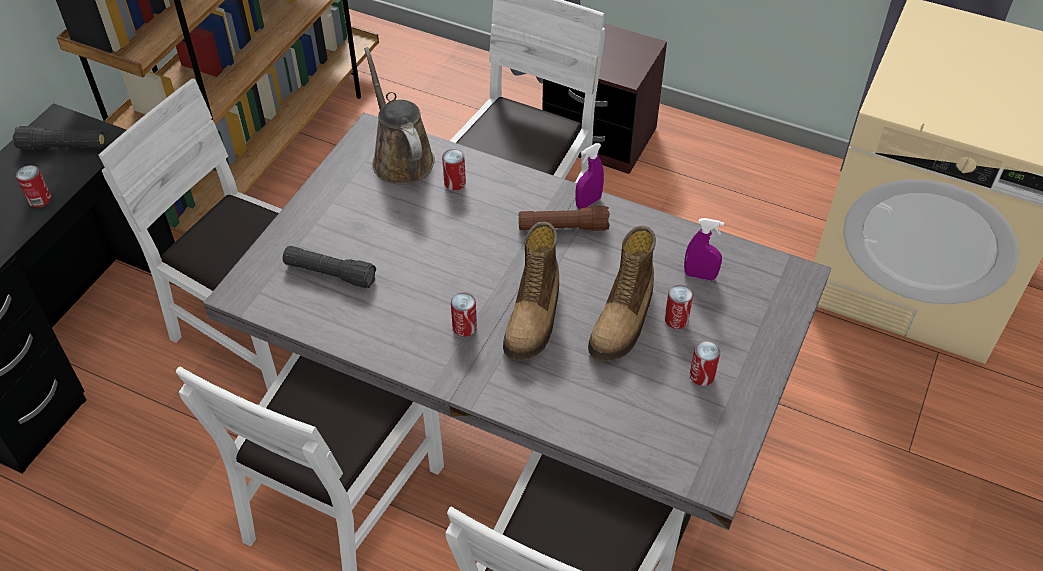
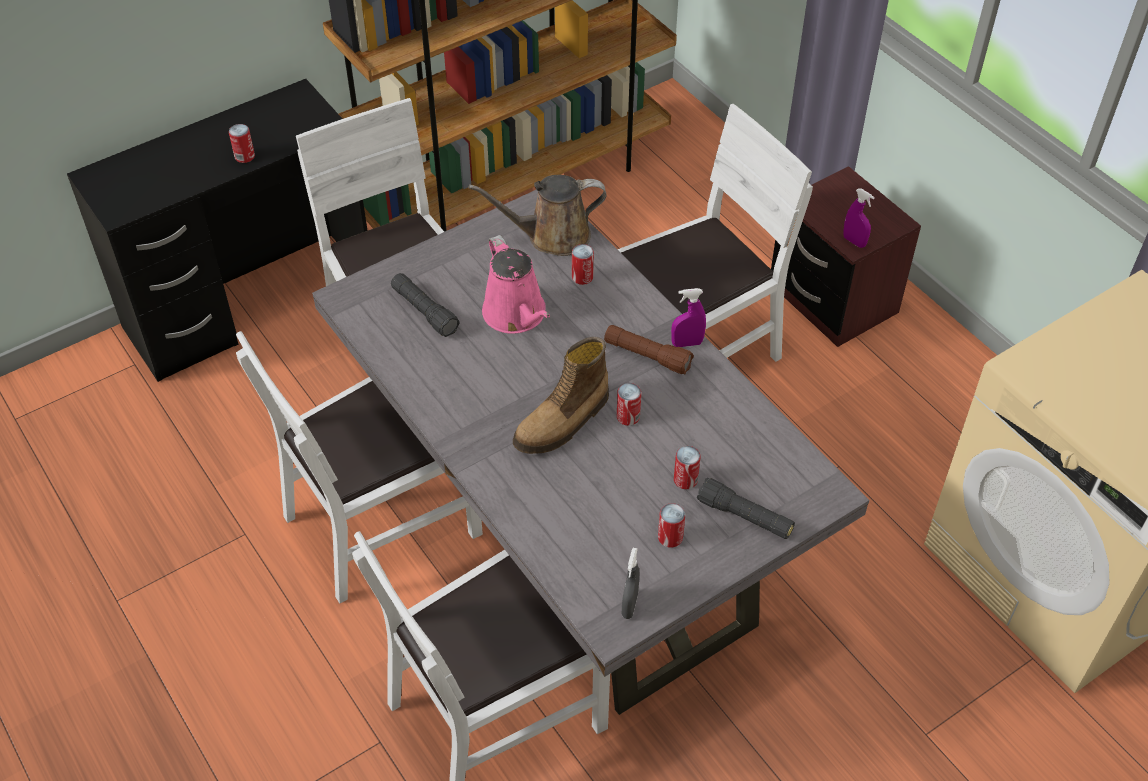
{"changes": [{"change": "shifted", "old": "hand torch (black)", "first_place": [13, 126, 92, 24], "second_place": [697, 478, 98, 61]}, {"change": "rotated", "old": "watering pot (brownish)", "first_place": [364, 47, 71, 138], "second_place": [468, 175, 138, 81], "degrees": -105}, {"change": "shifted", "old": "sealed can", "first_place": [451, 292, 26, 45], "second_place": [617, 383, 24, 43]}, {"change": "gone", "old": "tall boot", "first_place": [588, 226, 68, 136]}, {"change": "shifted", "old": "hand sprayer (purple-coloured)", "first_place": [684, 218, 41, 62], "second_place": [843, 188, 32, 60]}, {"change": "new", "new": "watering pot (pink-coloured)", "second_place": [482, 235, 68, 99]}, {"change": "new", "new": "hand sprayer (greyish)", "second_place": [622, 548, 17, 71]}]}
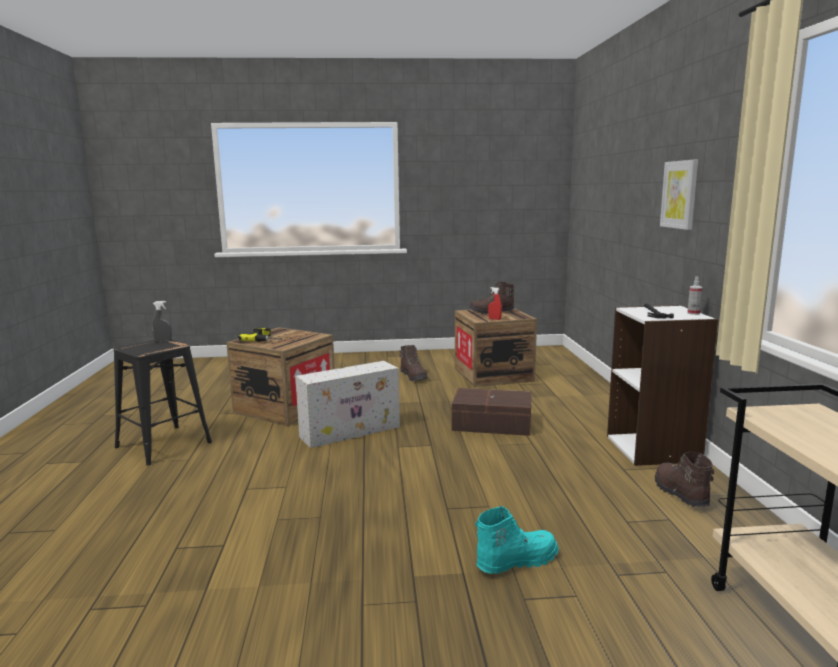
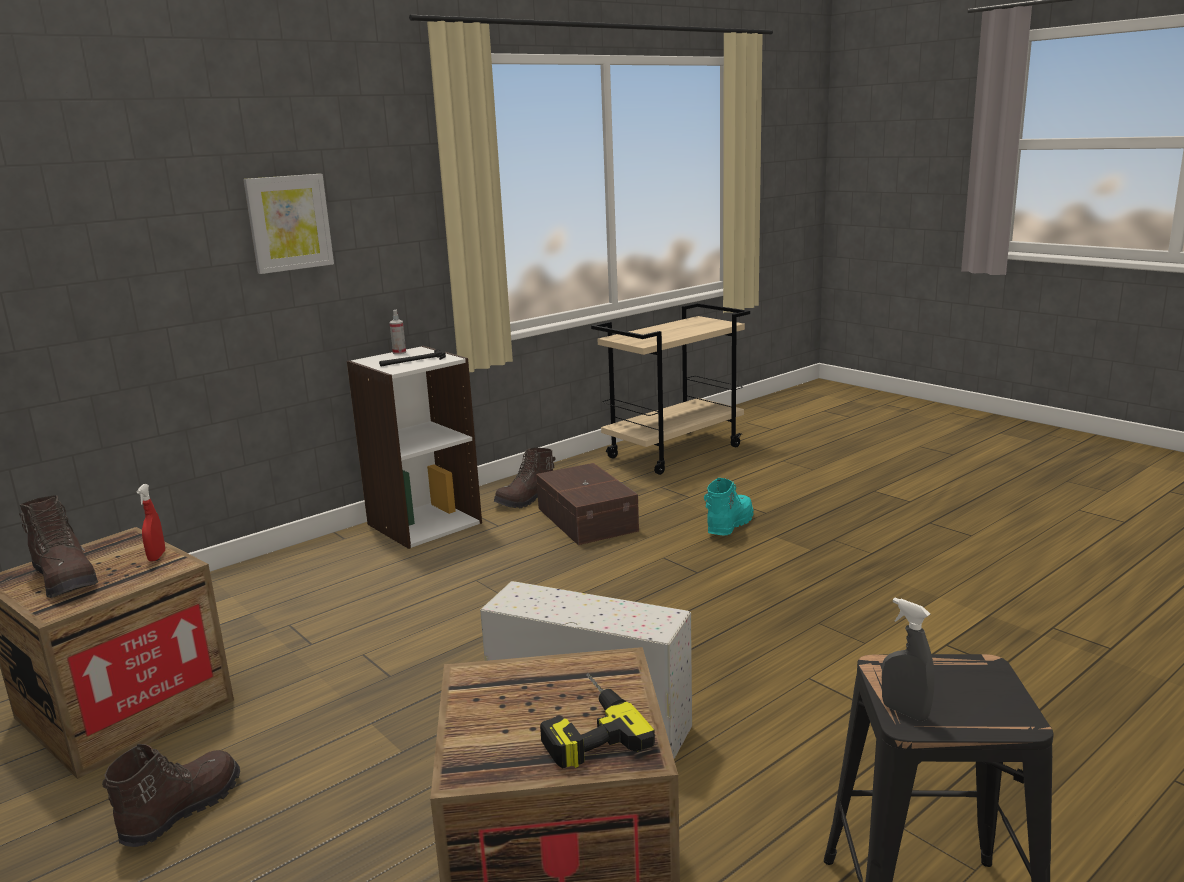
{"changes": [{"change": "shifted", "old": "storage bin (brownish)", "first_place": [452, 388, 80, 48], "second_place": [536, 463, 103, 82]}, {"change": "rotated", "old": "tall boot (blue-green)", "first_place": [475, 506, 84, 68], "second_place": [704, 478, 50, 57], "degrees": 90}]}
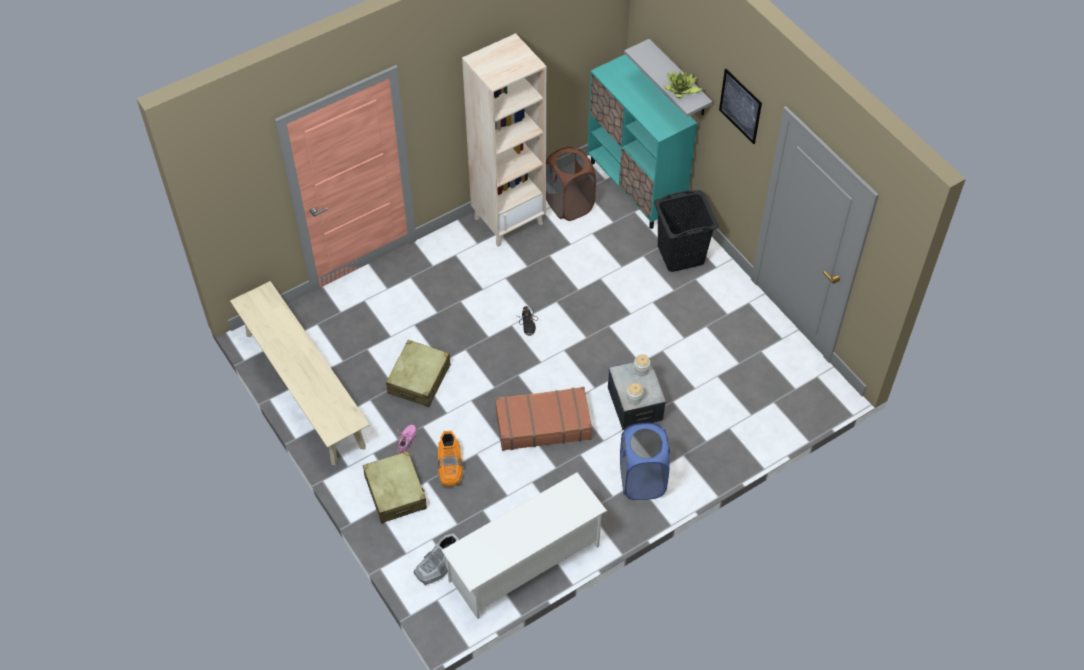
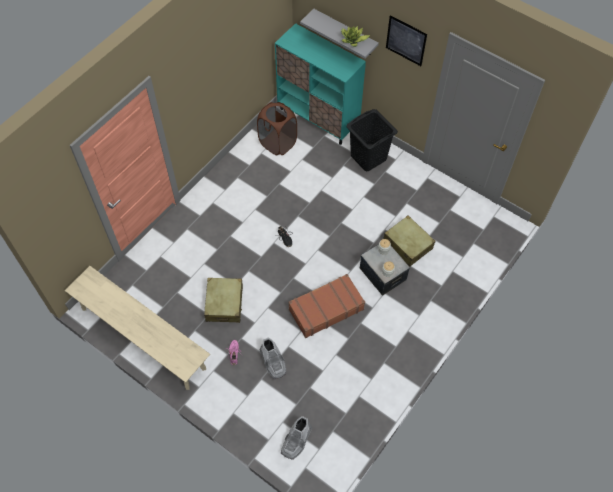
{"changes": [{"change": "shifted", "old": "travel case (beige)", "first_place": [363, 451, 64, 72], "second_place": [383, 215, 52, 52]}, {"change": "repainted", "old": "tall boot (orange)", "new": "tall boot (greyish)", "first_place": [437, 431, 27, 55], "second_place": [259, 337, 27, 42]}, {"change": "gone", "old": "shoe shelf (whitish)", "first_place": [441, 472, 166, 147]}, {"change": "gone", "old": "bookshelf (beige)", "first_place": [462, 33, 84, 214]}, {"change": "gone", "old": "hamper (blue)", "first_place": [620, 423, 50, 77]}]}
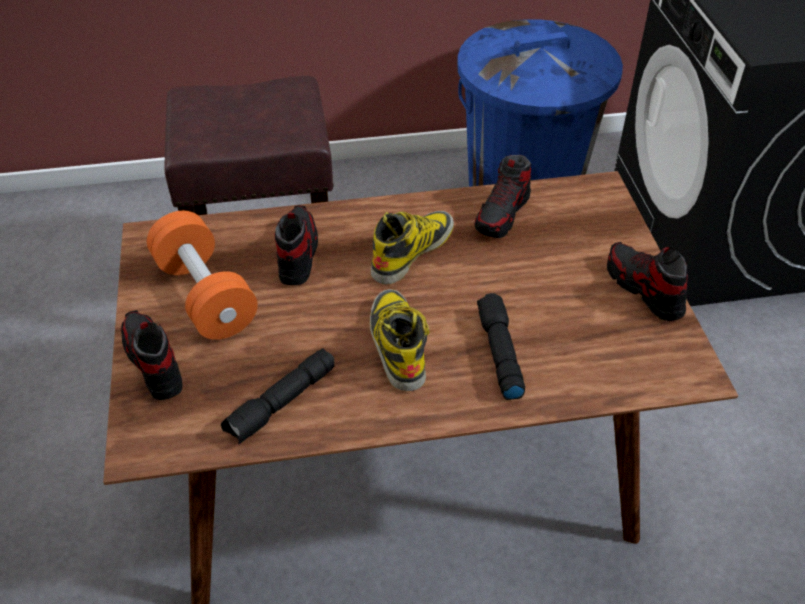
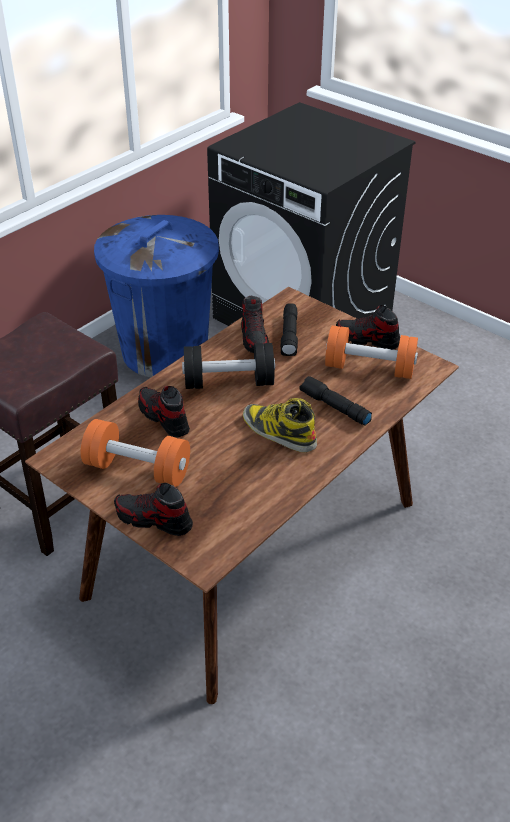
{"changes": [{"change": "shifted", "old": "hand torch (black)", "first_place": [221, 348, 114, 96], "second_place": [281, 303, 17, 53]}, {"change": "swapped", "old": "tall boot", "new": "dumbbell (black)", "first_place": [371, 211, 83, 73], "second_place": [182, 343, 93, 46]}, {"change": "new", "new": "dumbbell (orange)", "second_place": [325, 325, 93, 54]}]}
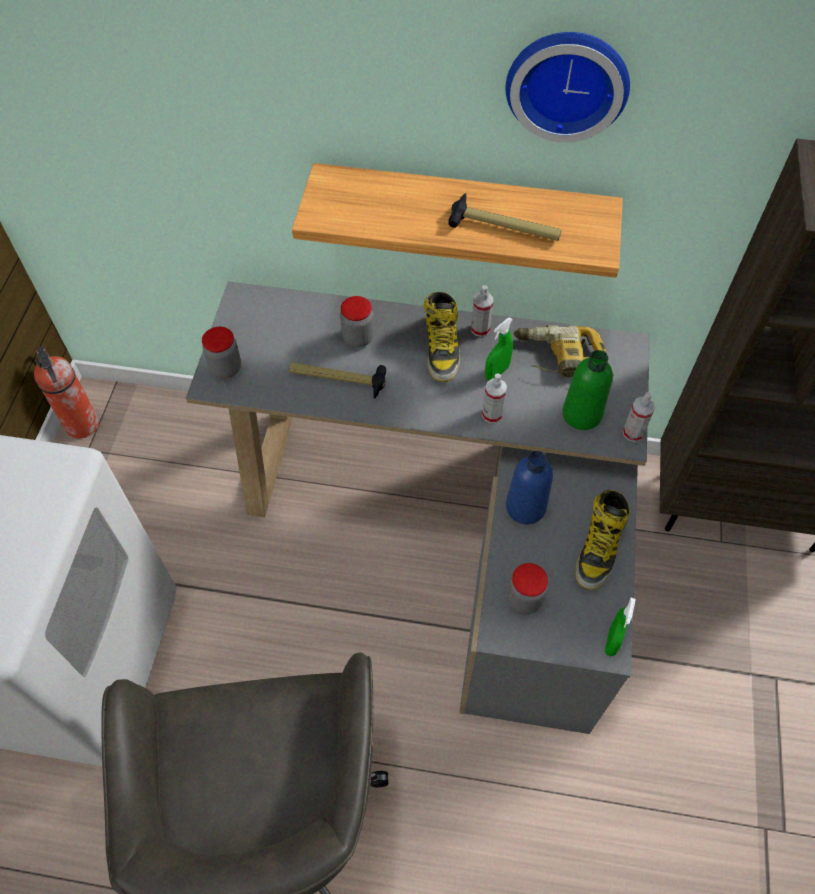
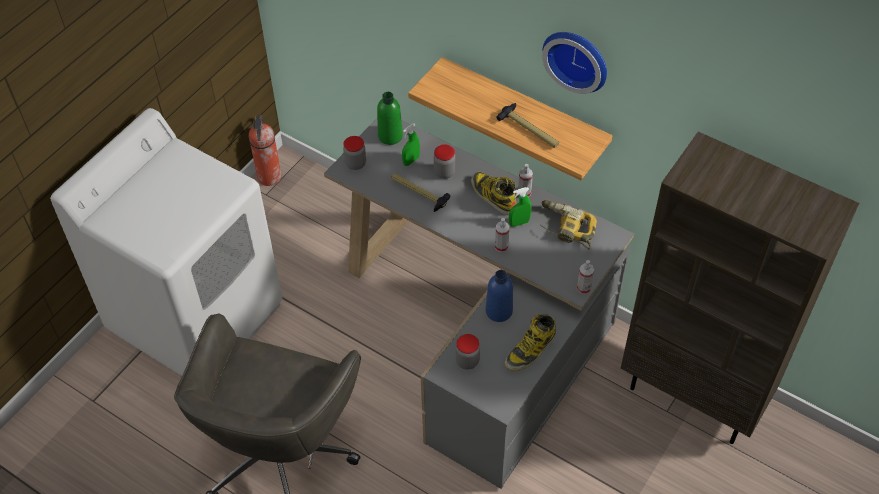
{"changes": [{"change": "rotated", "old": "tall boot", "first_place": [424, 292, 36, 90], "second_place": [471, 172, 46, 43], "degrees": 120}, {"change": "shifted", "old": "drink bottle (green-coloured)", "first_place": [562, 350, 51, 80], "second_place": [377, 92, 26, 53]}, {"change": "shifted", "old": "hand sprayer (green-coloured)", "first_place": [605, 598, 30, 58], "second_place": [402, 123, 18, 43]}]}
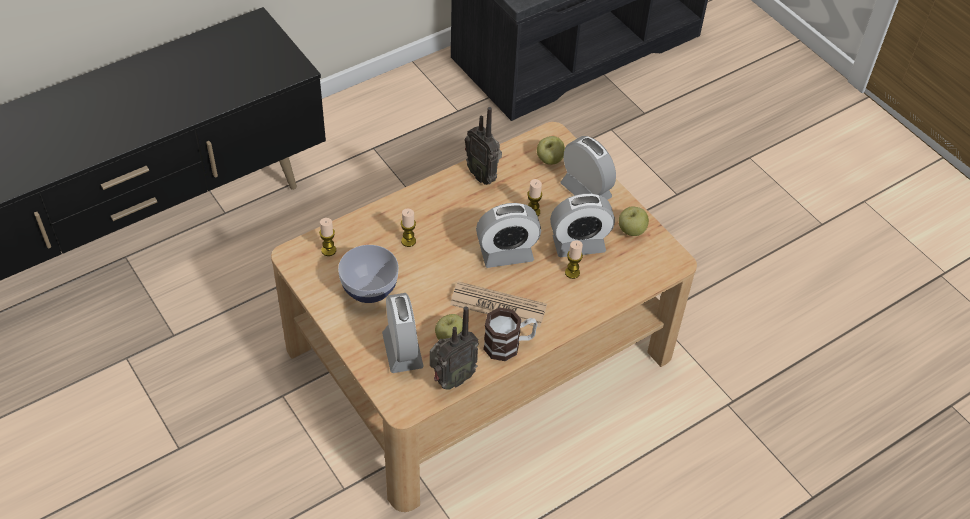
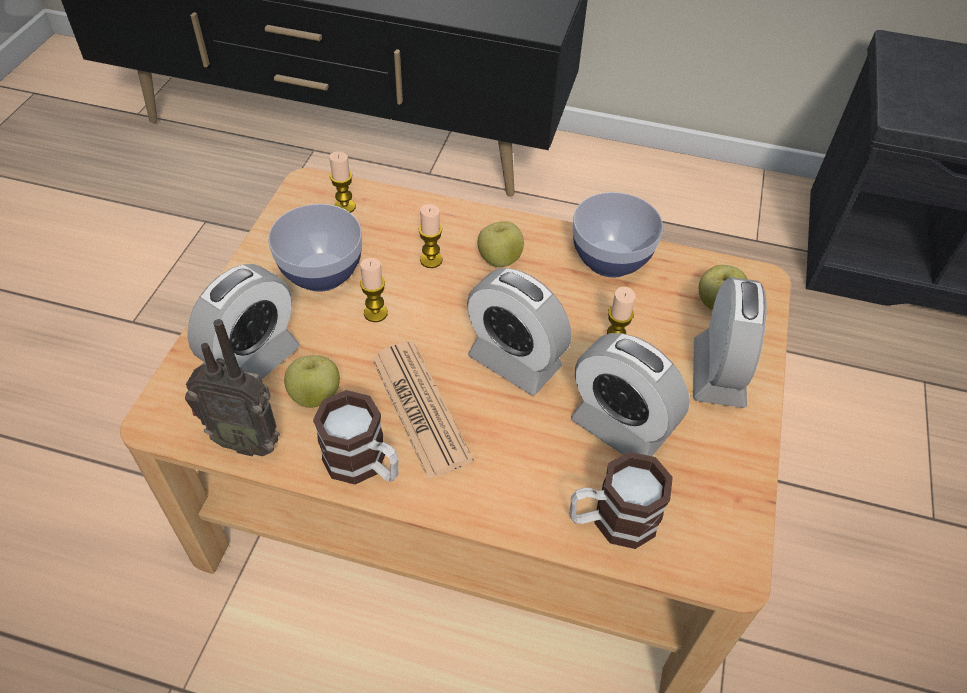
{"changes": [{"change": "swapped", "old": "radio", "new": "deep dish", "first_place": [465, 107, 37, 78], "second_place": [572, 192, 91, 86]}, {"change": "shifted", "old": "candle", "first_place": [565, 240, 18, 39], "second_place": [360, 258, 28, 64]}, {"change": "shifted", "old": "apple fruit", "first_place": [619, 207, 30, 29], "second_place": [478, 221, 46, 46]}, {"change": "new", "new": "mug", "second_place": [570, 452, 103, 97]}]}
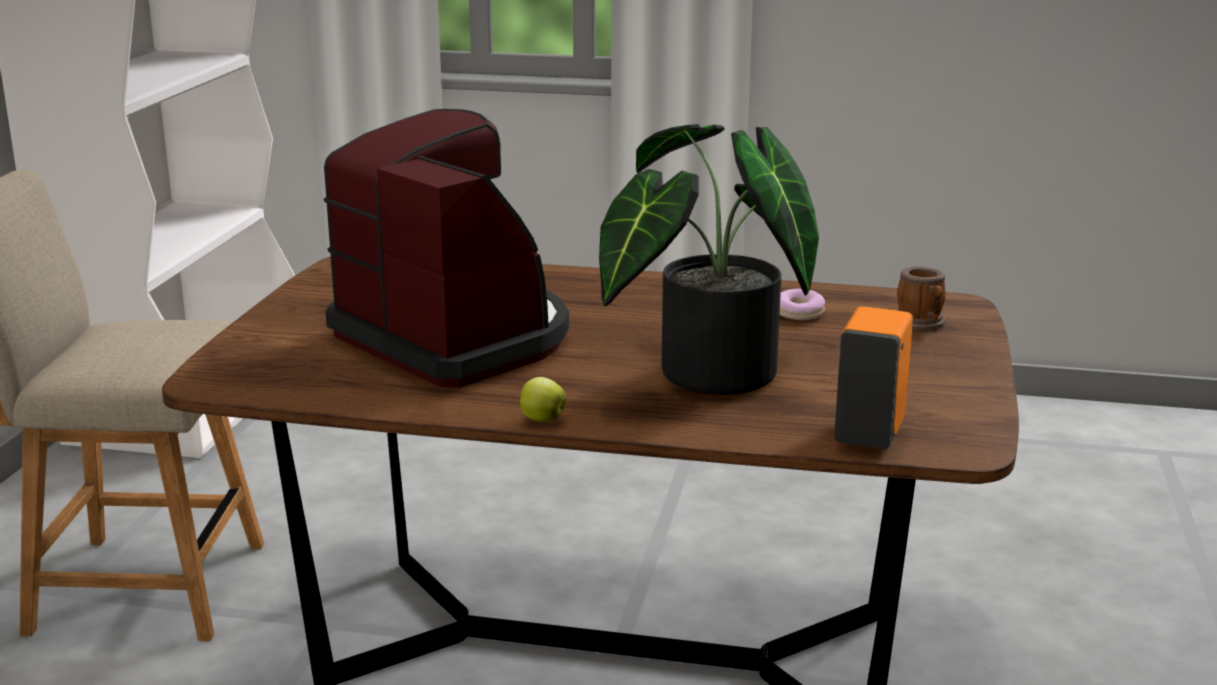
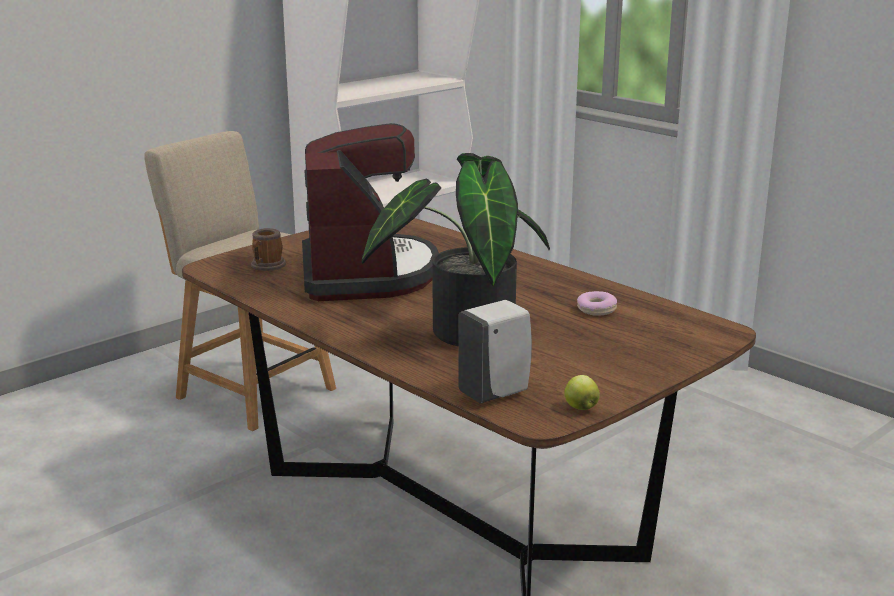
{"changes": [{"change": "shifted", "old": "apple fruit", "first_place": [520, 377, 47, 45], "second_place": [564, 375, 36, 35]}, {"change": "repainted", "old": "soap bottle (orange)", "new": "soap bottle (whitish)", "first_place": [834, 307, 79, 142], "second_place": [458, 300, 74, 104]}, {"change": "shifted", "old": "mug", "first_place": [897, 266, 49, 65], "second_place": [251, 228, 35, 43]}]}
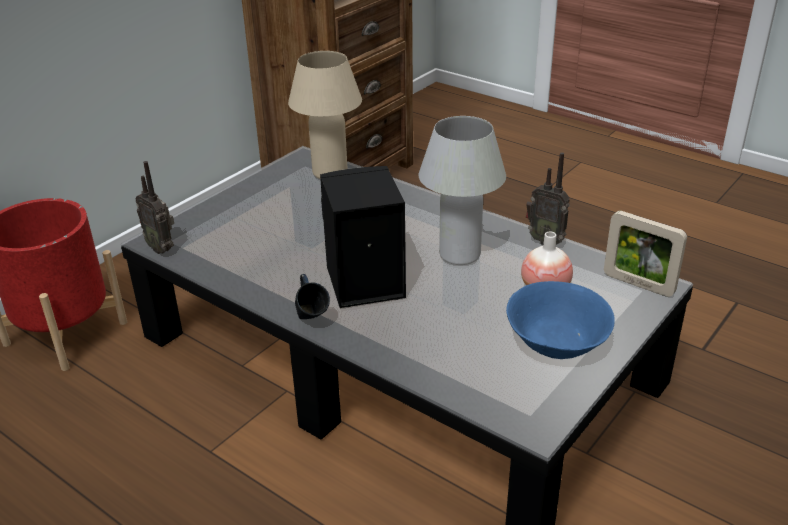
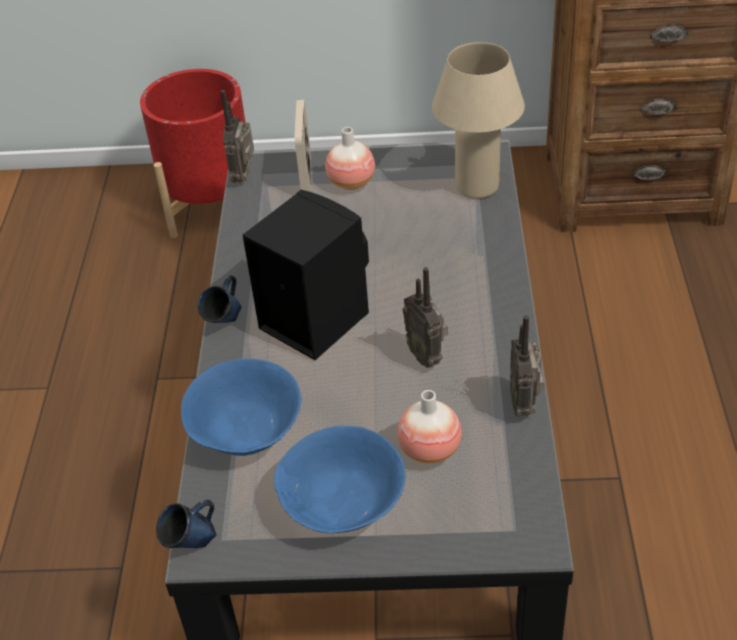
{"changes": [{"change": "swapped", "old": "table lamp (whitish)", "new": "radio", "first_place": [419, 116, 87, 149], "second_place": [403, 267, 45, 101]}, {"change": "shifted", "old": "picture frame", "first_place": [604, 211, 83, 86], "second_place": [295, 99, 16, 93]}, {"change": "new", "new": "mug (blue)", "second_place": [156, 500, 60, 48]}, {"change": "new", "new": "deep dish (blue)", "second_place": [181, 359, 120, 97]}, {"change": "new", "new": "vase", "second_place": [325, 127, 50, 63]}]}
